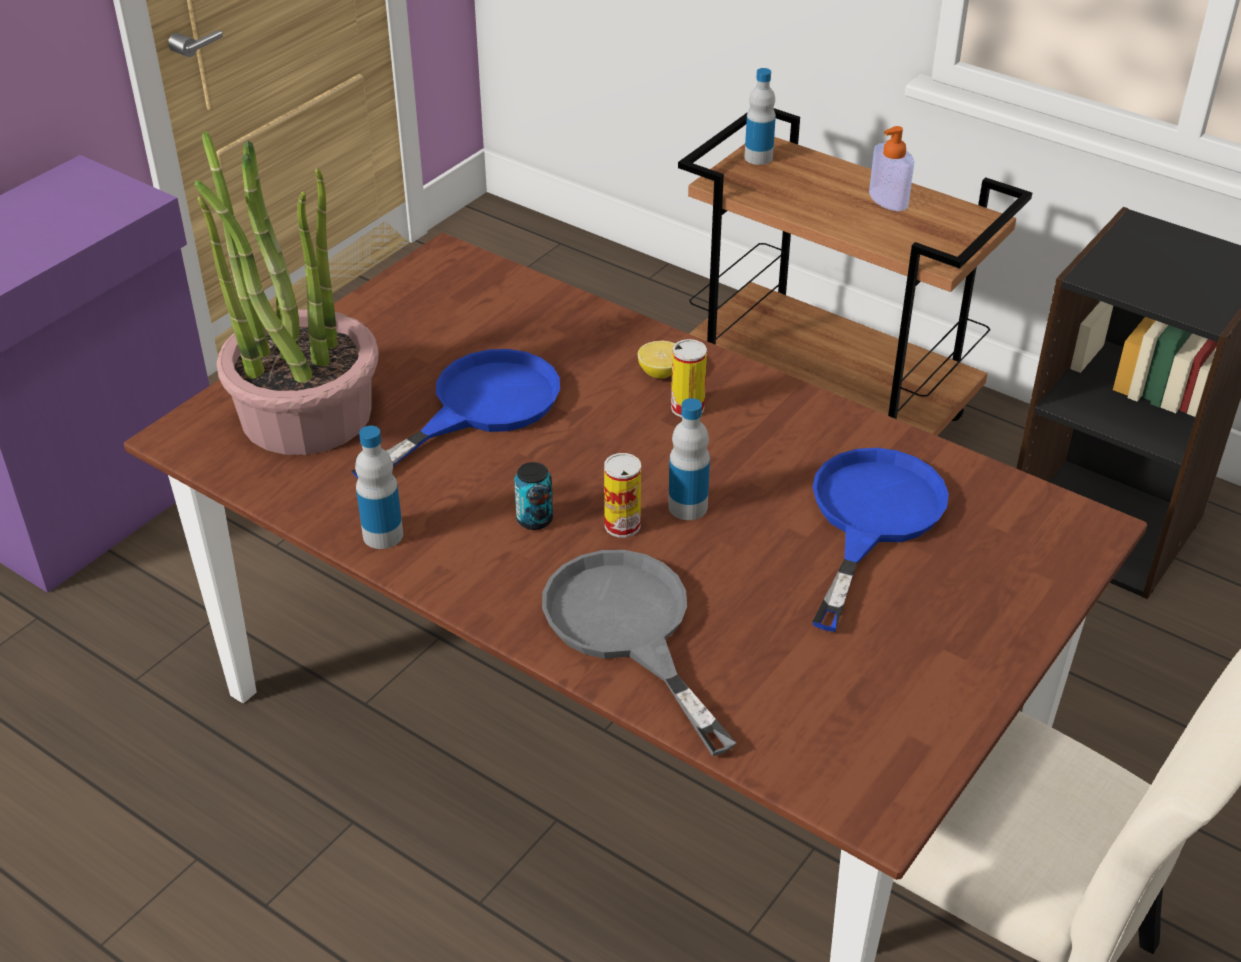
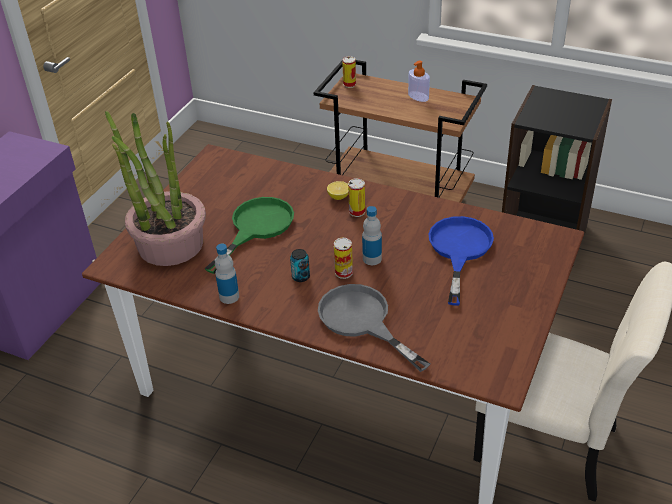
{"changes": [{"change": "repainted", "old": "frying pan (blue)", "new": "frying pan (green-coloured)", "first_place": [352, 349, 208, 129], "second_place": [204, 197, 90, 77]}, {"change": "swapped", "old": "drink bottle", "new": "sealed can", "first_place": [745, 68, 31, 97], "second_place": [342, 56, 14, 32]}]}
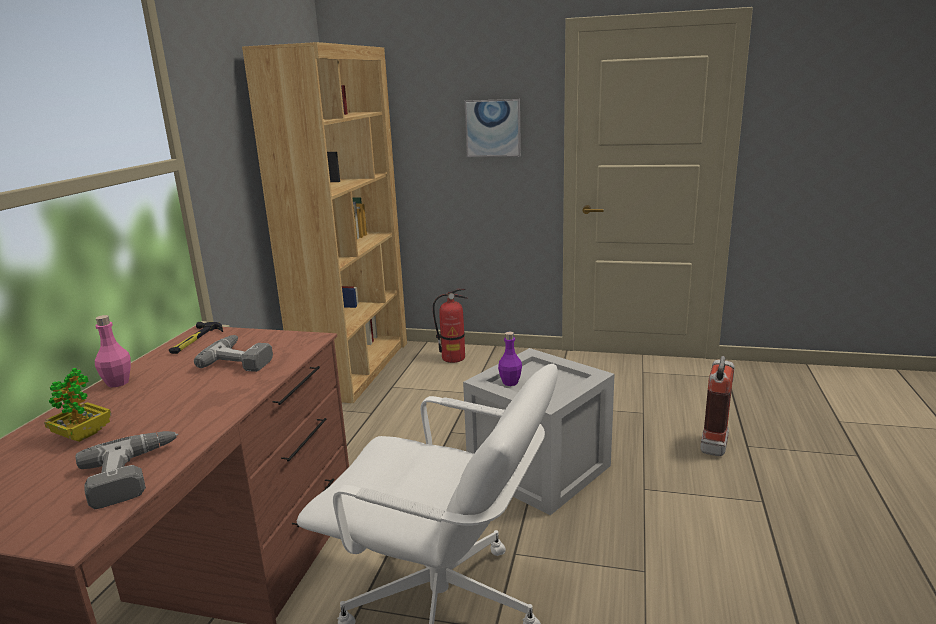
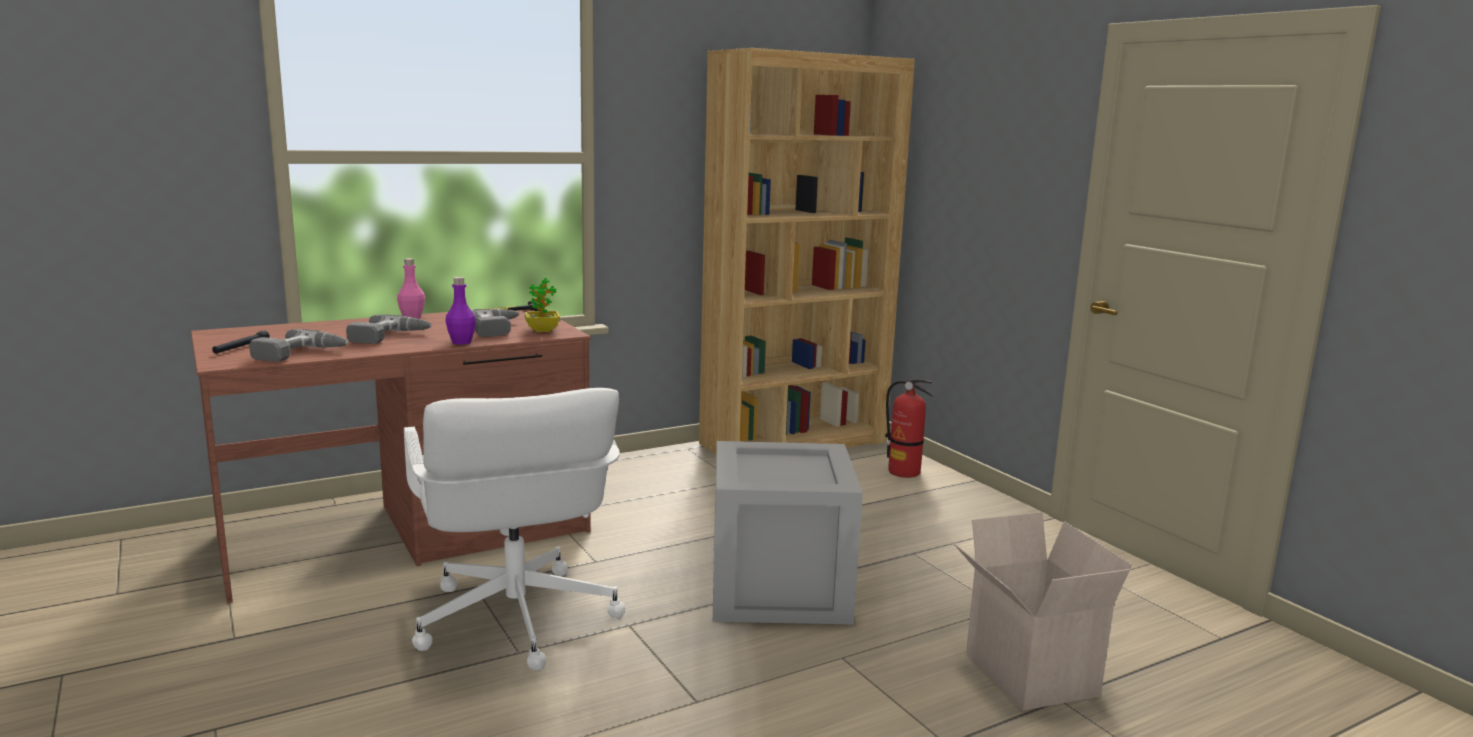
{"changes": [{"change": "shifted", "old": "potted plant", "first_place": [44, 368, 67, 74], "second_place": [525, 278, 35, 54]}, {"change": "gone", "old": "picture", "first_place": [465, 99, 56, 58]}, {"change": "shifted", "old": "drink bottle (purple-coloured)", "first_place": [498, 332, 24, 54], "second_place": [445, 277, 31, 68]}, {"change": "swapped", "old": "extinguisher", "new": "cardboard box", "first_place": [700, 356, 35, 100], "second_place": [953, 512, 179, 199]}, {"change": "new", "new": "hand torch (black)", "second_place": [212, 331, 58, 23]}, {"change": "new", "new": "power drill", "second_place": [346, 315, 86, 29]}]}
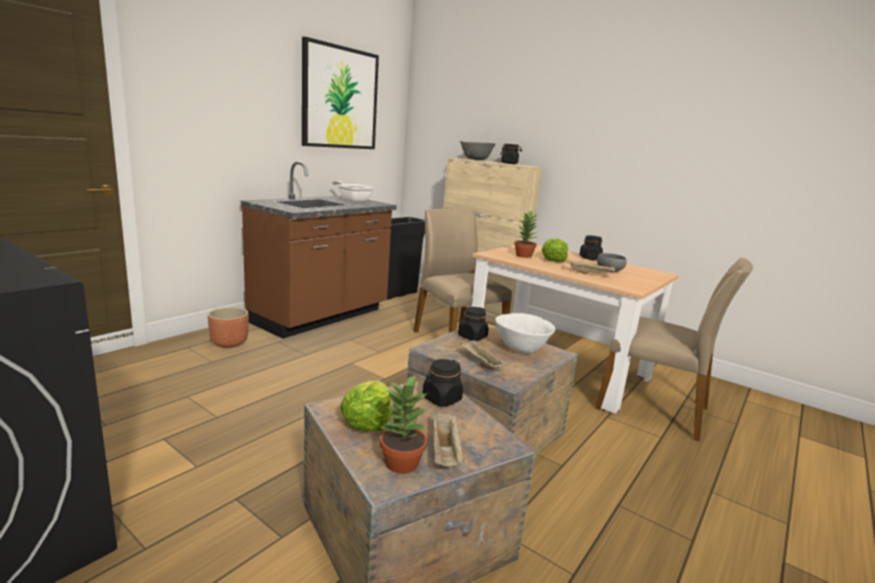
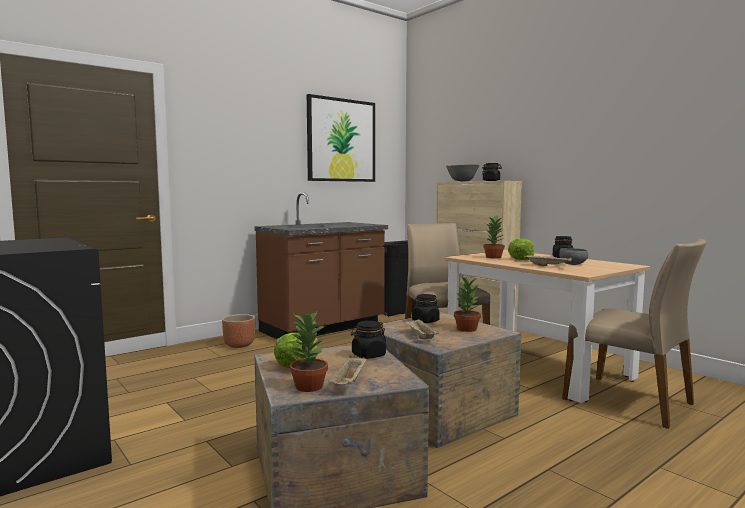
{"changes": [{"change": "gone", "old": "frying pan", "first_place": [332, 181, 42, 21]}, {"change": "swapped", "old": "deep dish (whitish)", "new": "potted plant", "first_place": [495, 313, 61, 40], "second_place": [454, 276, 27, 56]}]}
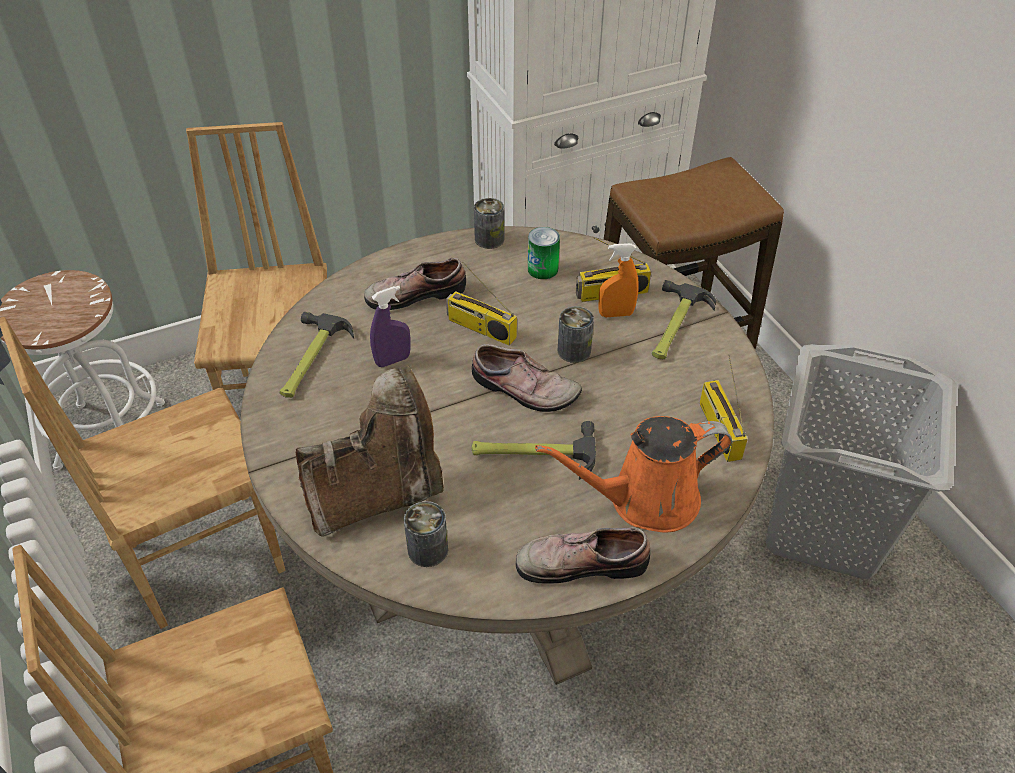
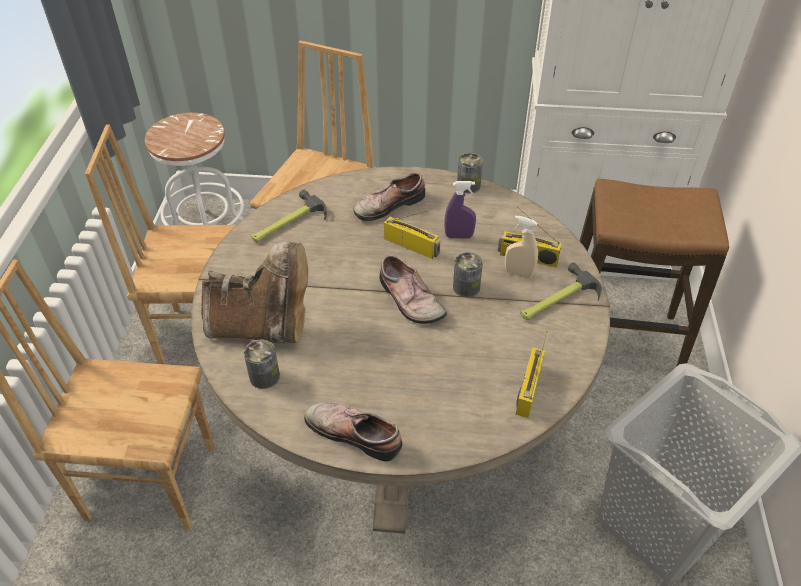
{"changes": [{"change": "rotated", "old": "low shoe", "first_place": [364, 258, 102, 52], "second_place": [353, 172, 72, 49], "degrees": -45}, {"change": "shifted", "old": "hand sprayer (purple-coloured)", "first_place": [370, 286, 41, 81], "second_place": [445, 181, 31, 58]}, {"change": "rotated", "old": "radio", "first_place": [446, 261, 71, 85], "second_place": [384, 211, 56, 48], "degrees": 150}, {"change": "gone", "old": "hammer", "first_place": [472, 421, 124, 59]}, {"change": "gone", "old": "sealed can", "first_place": [528, 227, 32, 52]}, {"change": "gone", "old": "watering pot (orange)", "first_place": [535, 416, 197, 117]}, {"change": "repainted", "old": "hand sprayer (orange)", "new": "hand sprayer (beige)", "first_place": [599, 243, 40, 74], "second_place": [505, 215, 33, 64]}]}
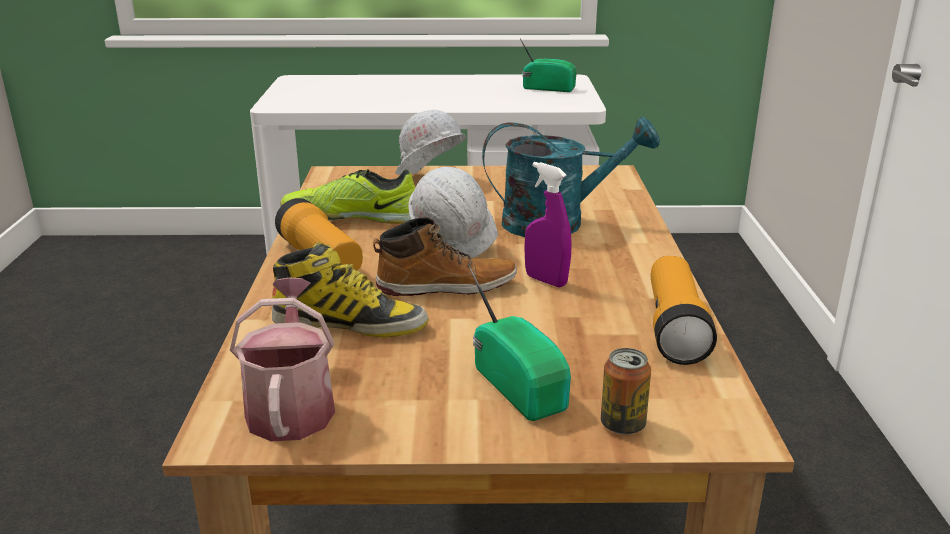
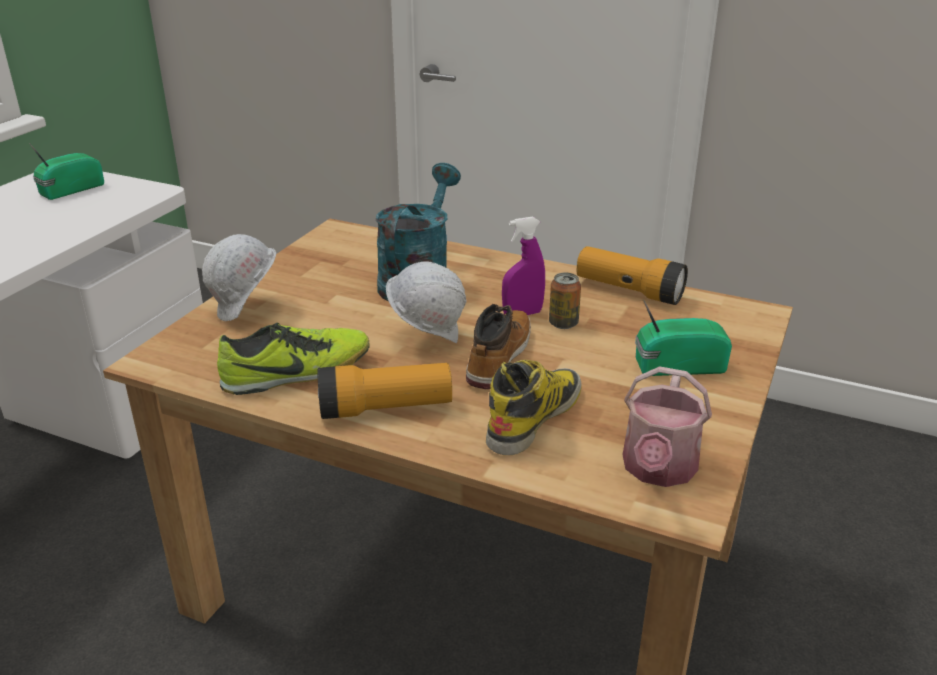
{"changes": [{"change": "rotated", "old": "watering pot", "first_place": [230, 278, 105, 164], "second_place": [622, 366, 90, 121], "degrees": -90}, {"change": "rotated", "old": "low shoe", "first_place": [280, 169, 135, 55], "second_place": [217, 322, 152, 73], "degrees": -135}, {"change": "shifted", "old": "sealed can", "first_place": [601, 348, 50, 87], "second_place": [549, 272, 32, 57]}]}
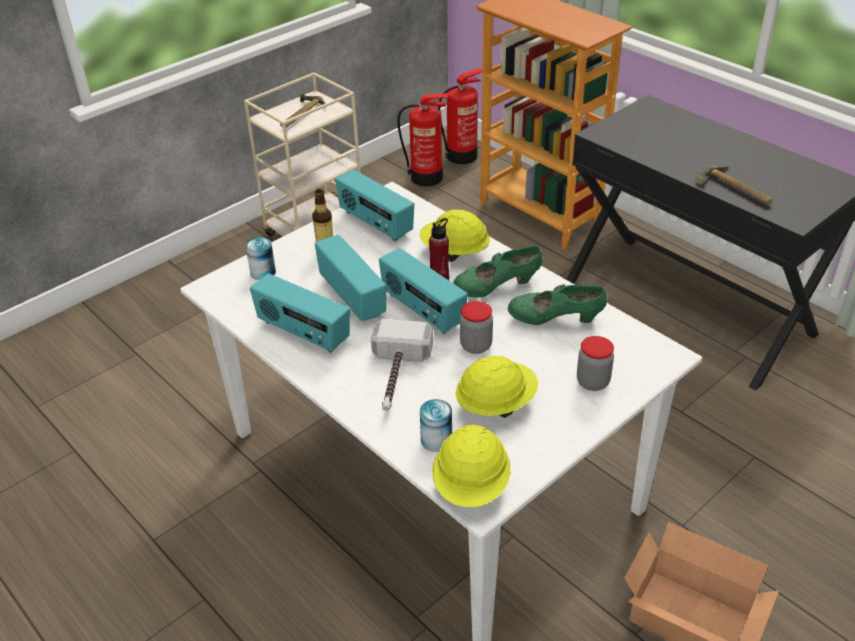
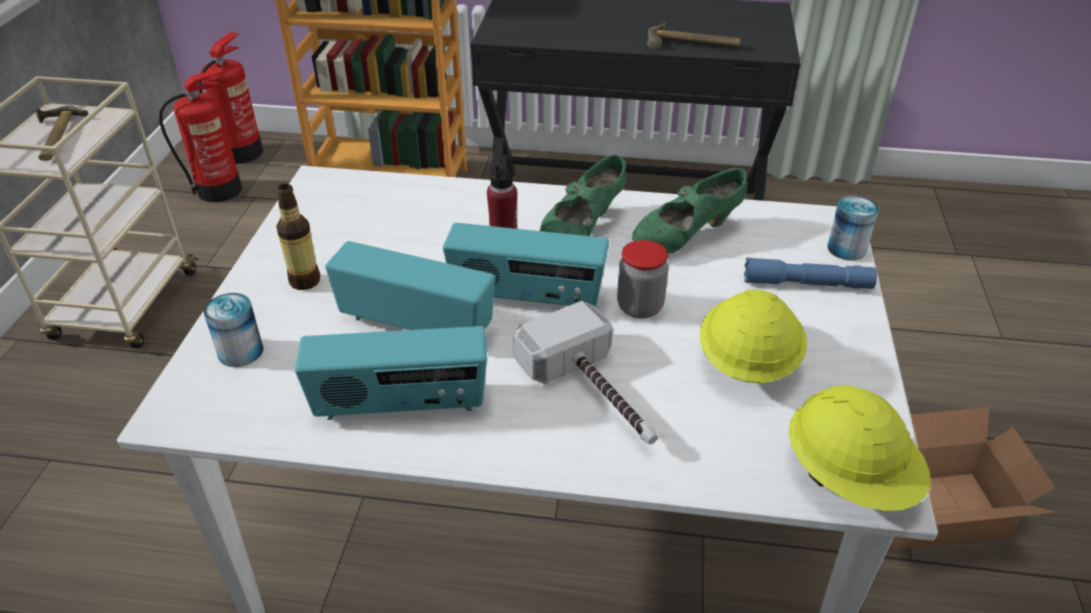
{"changes": [{"change": "gone", "old": "radio", "first_place": [335, 170, 79, 72]}, {"change": "gone", "old": "hard hat (yellow-coloured)", "first_place": [420, 209, 70, 53]}, {"change": "shifted", "old": "sealed can", "first_place": [420, 399, 32, 53], "second_place": [827, 196, 52, 65]}, {"change": "swapped", "old": "preserve jar", "new": "hand torch (blue)", "first_place": [577, 336, 37, 55], "second_place": [744, 257, 133, 32]}]}
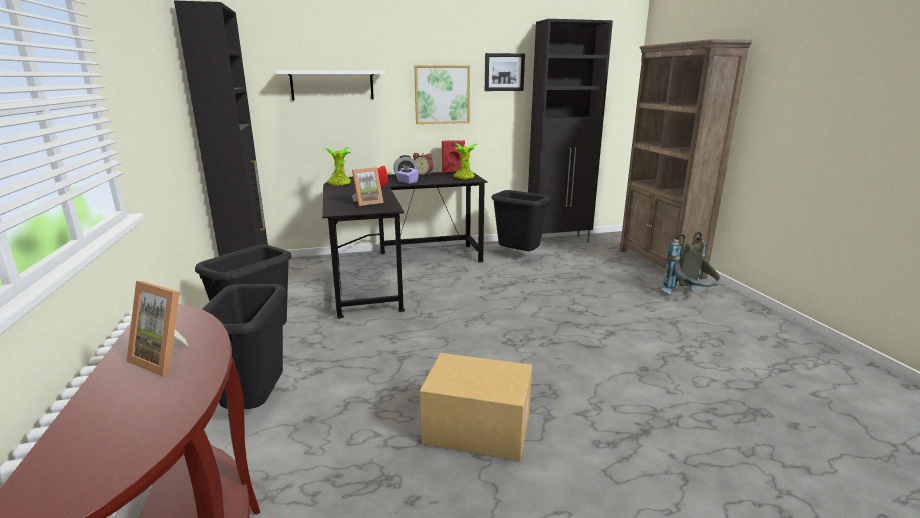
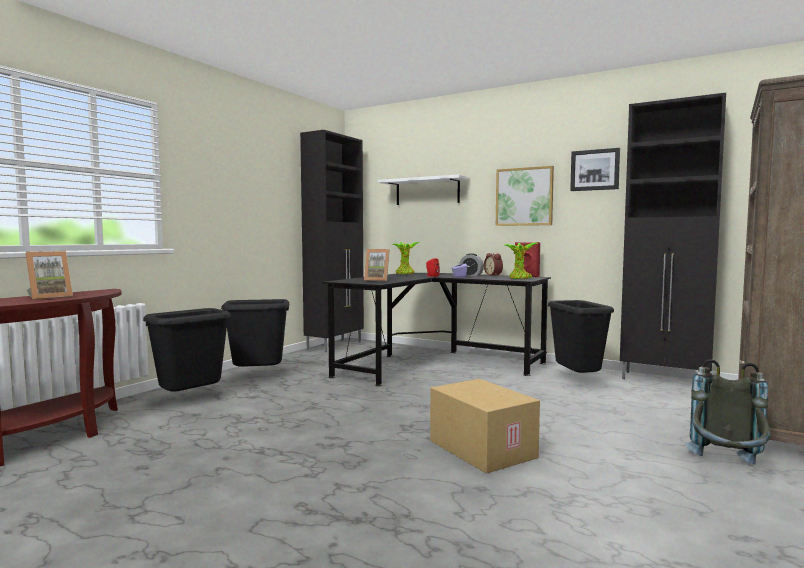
{"changes": [{"change": "rotated", "old": "picture frame", "first_place": [126, 281, 62, 96], "second_place": [26, 251, 47, 49], "degrees": -120}, {"change": "shifted", "old": "cardboard box", "first_place": [420, 353, 112, 108], "second_place": [430, 379, 110, 95]}]}
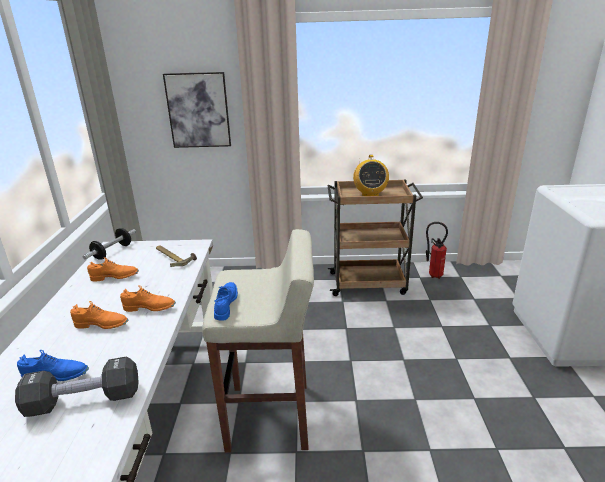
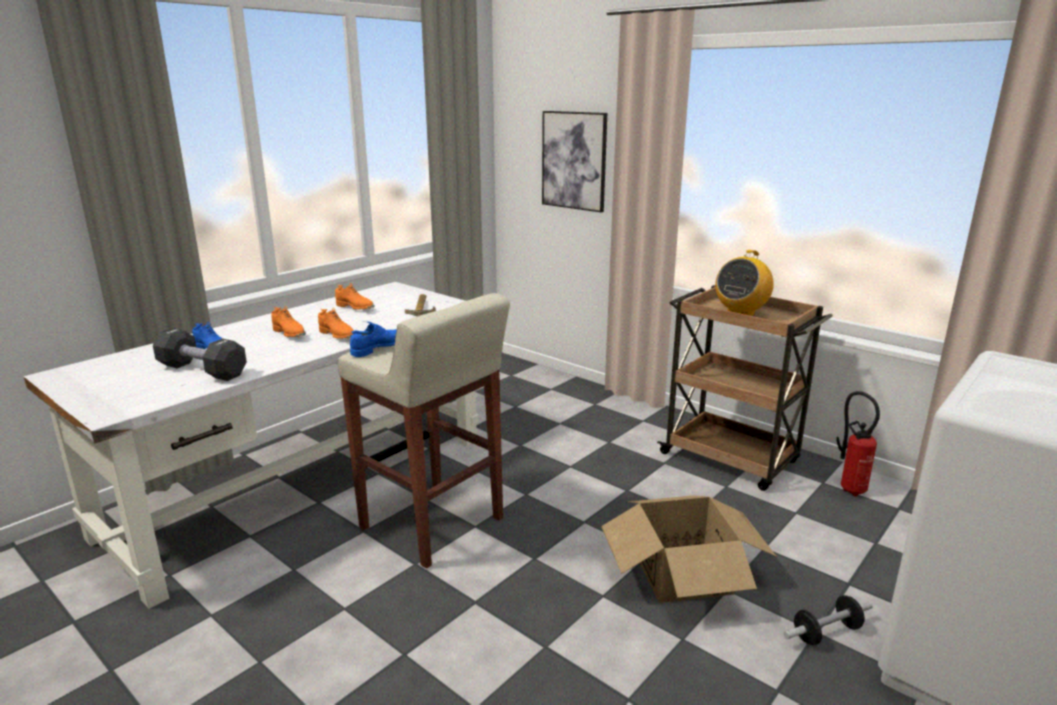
{"changes": [{"change": "shifted", "old": "dumbbell", "first_place": [83, 228, 53, 32], "second_place": [784, 595, 88, 50]}, {"change": "new", "new": "cardboard box", "second_place": [601, 495, 176, 108]}]}
